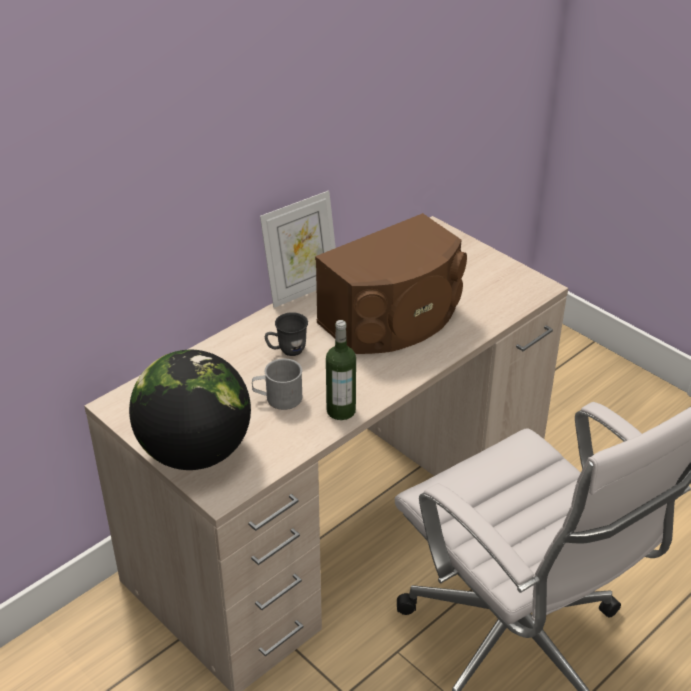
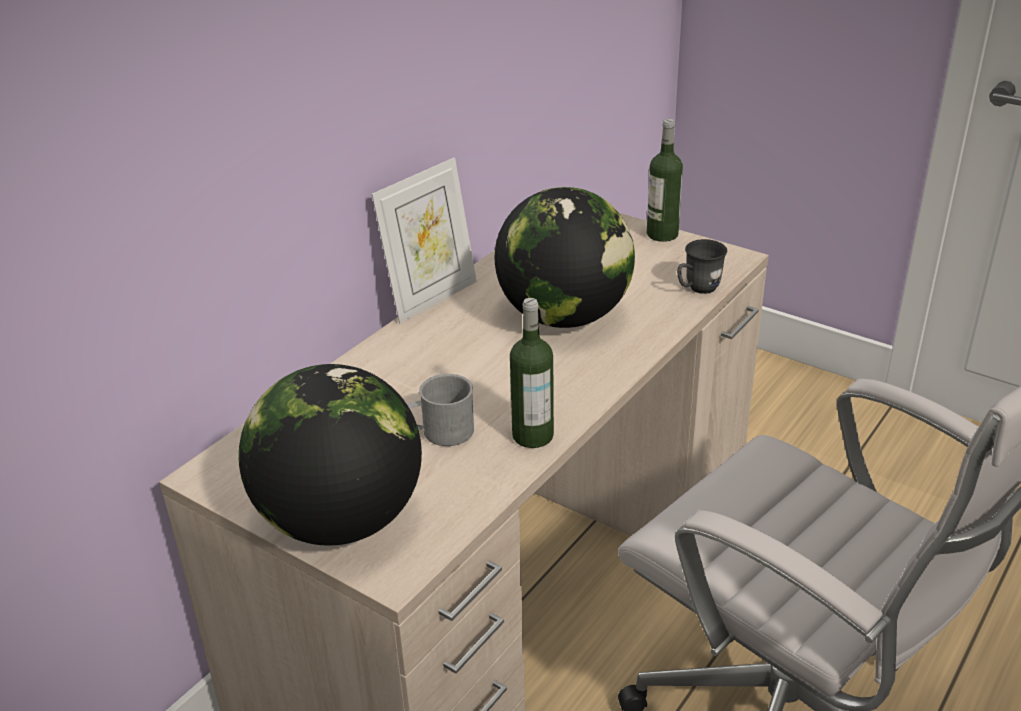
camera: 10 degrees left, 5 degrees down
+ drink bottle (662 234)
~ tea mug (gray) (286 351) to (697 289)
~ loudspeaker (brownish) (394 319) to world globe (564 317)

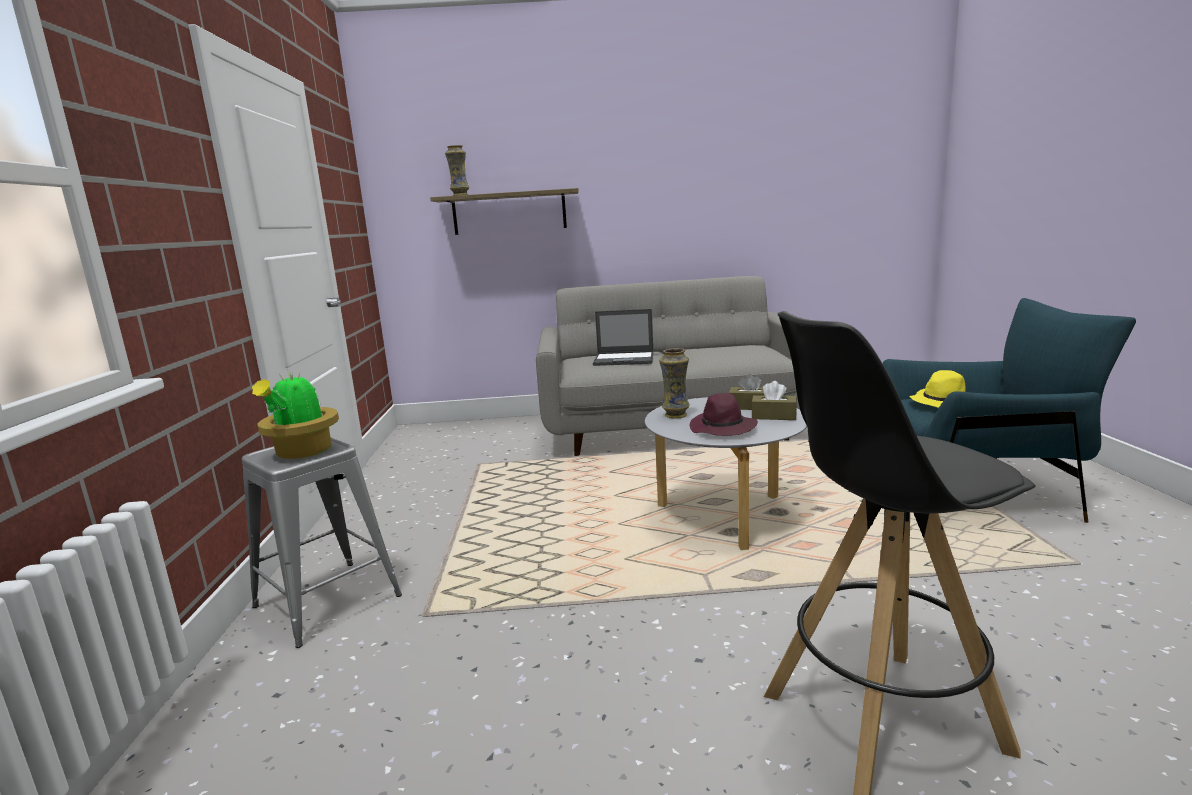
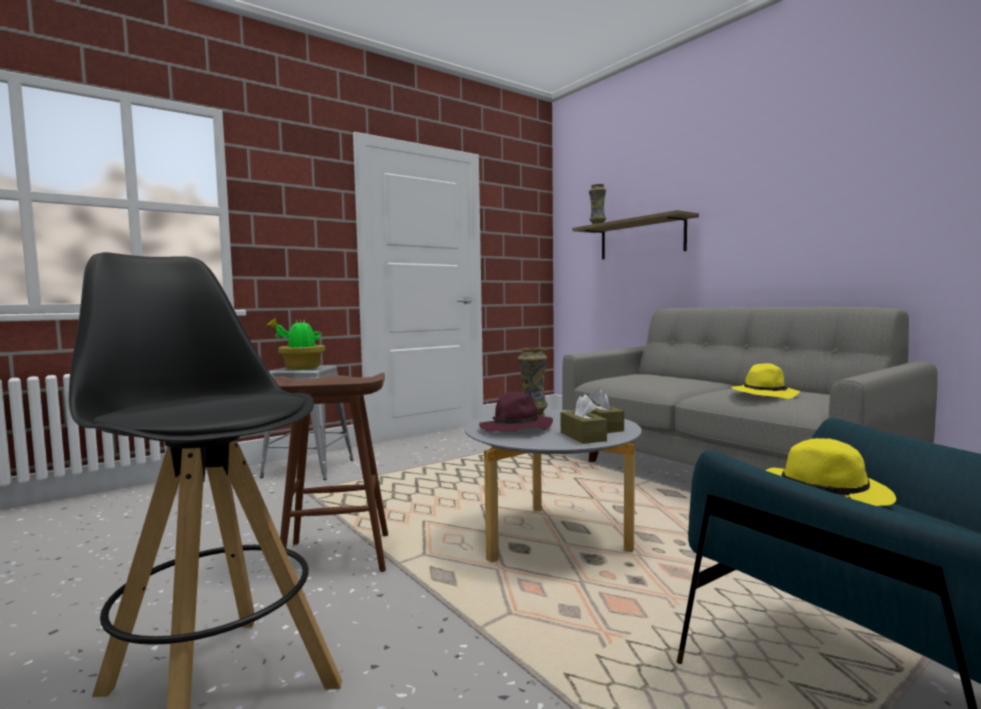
camera: 55 degrees right, 10 degrees down
- notebook computer (625 359)
+ stool seat (brownish) (335 557)
+ hat (yellow-coloured) (764 394)

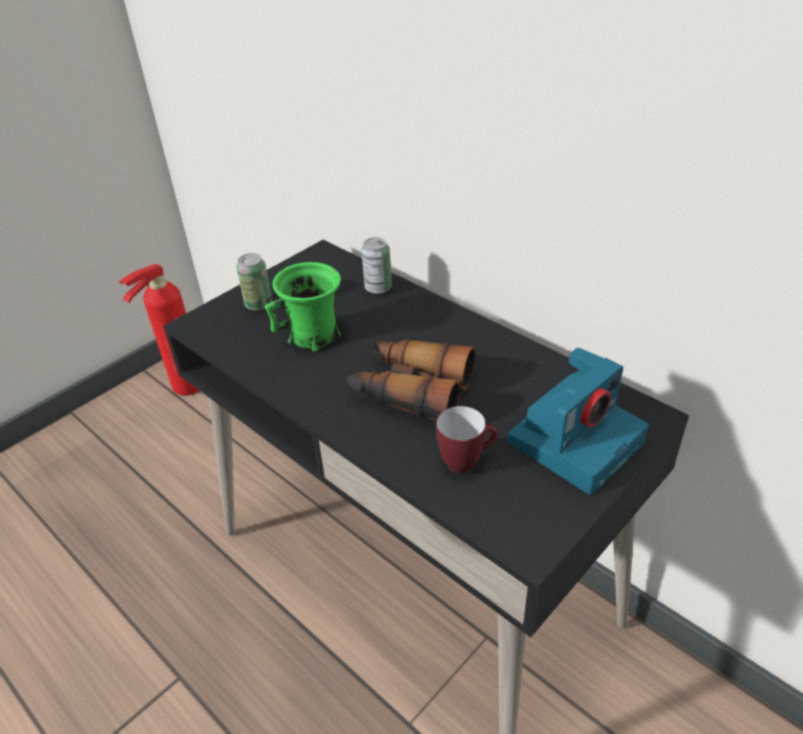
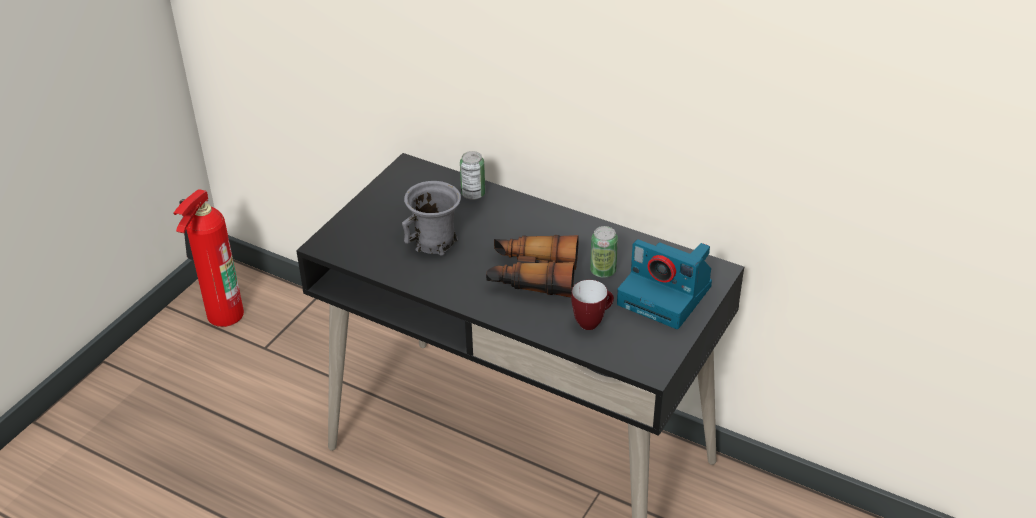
camera: 15 degrees left, 0 degrees up
~ can (259 304) to (603 271)
~ tea mug (green) (314 336) to tea mug (gray) (435 242)
~ photo camera (575 440) = (667 295) 90 degrees clockwise

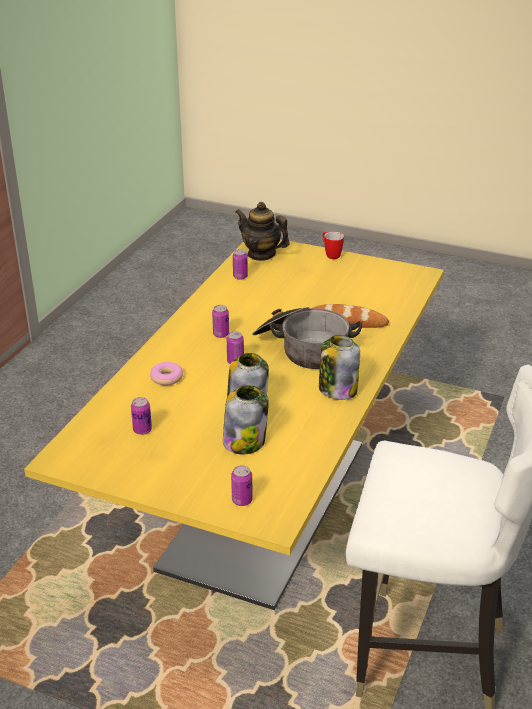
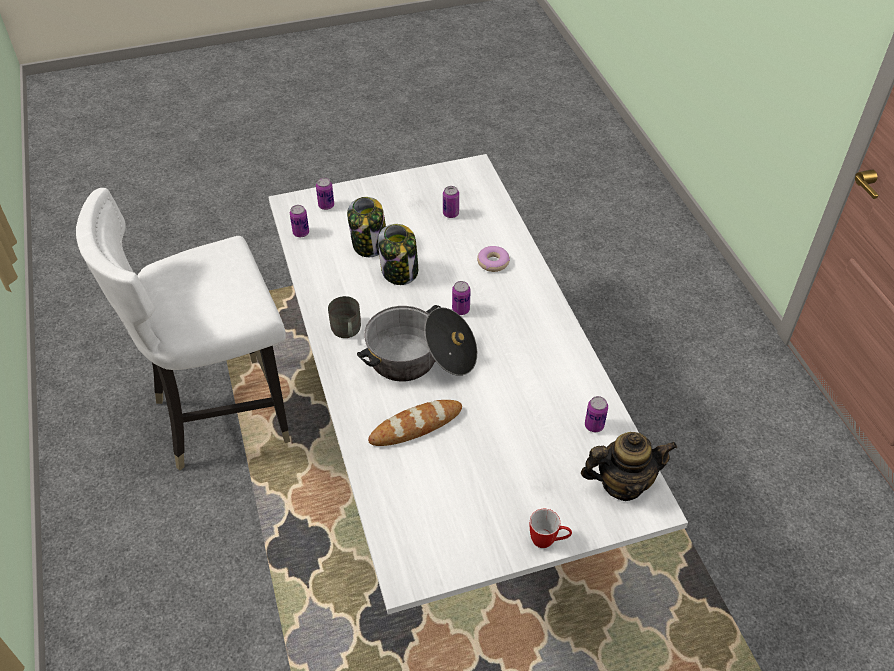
camera: 140 degrees right, 15 degrees up
~ can (221 334) to (301 233)
~ preserve jar (337 389) to tea mug (gray) (346 331)
~ dining table (yellow-coloured) (266 505) to dining table (whitish) (446 460)

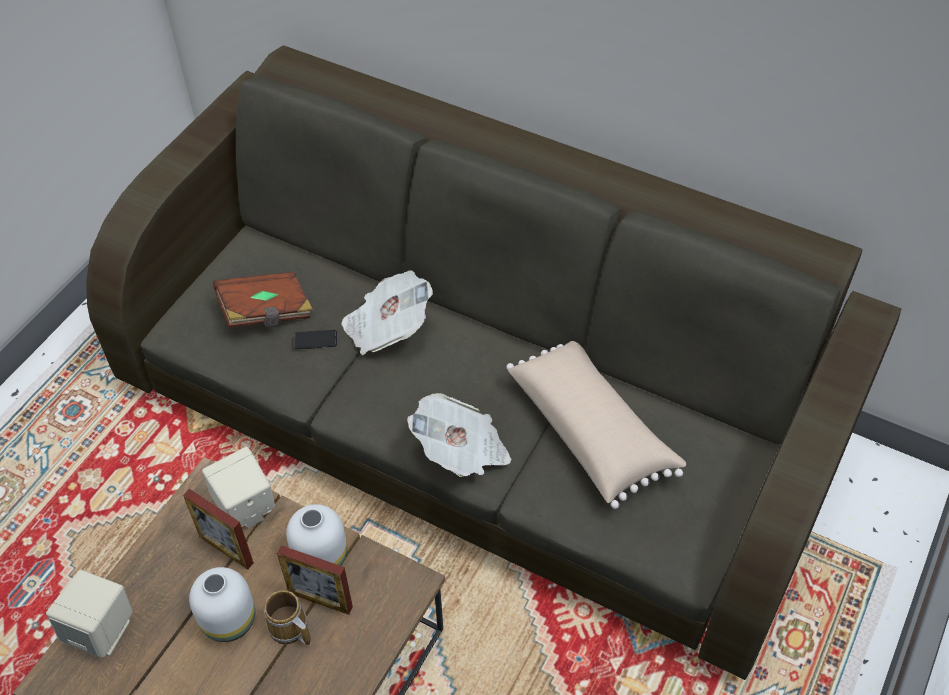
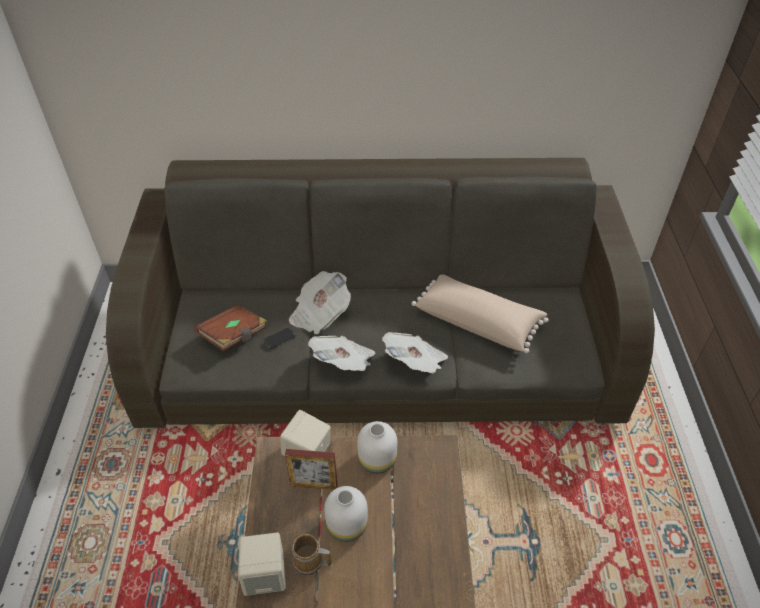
camera: 30 degrees left, 5 degrees down
- photo frame (320 600)
+ daily paper (344 363)
~ tea mug (289 629) to (310 562)

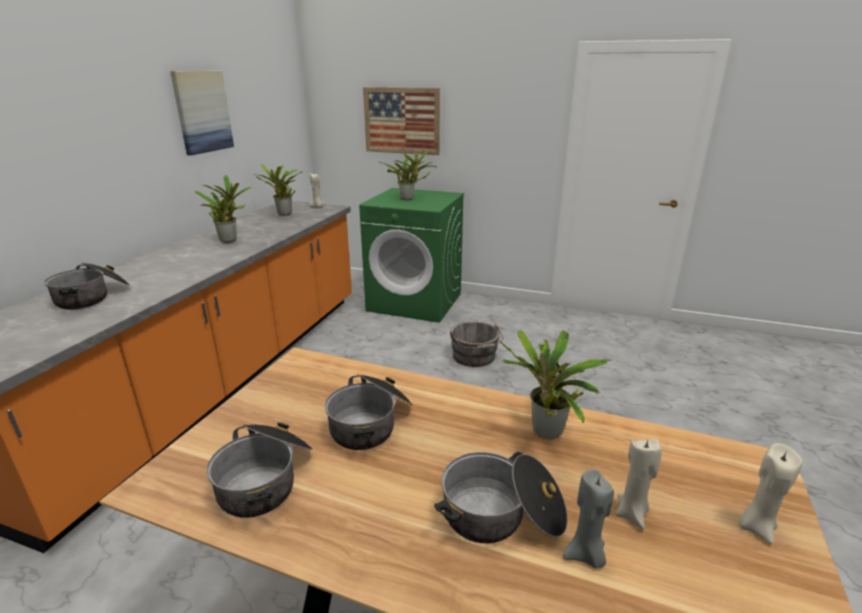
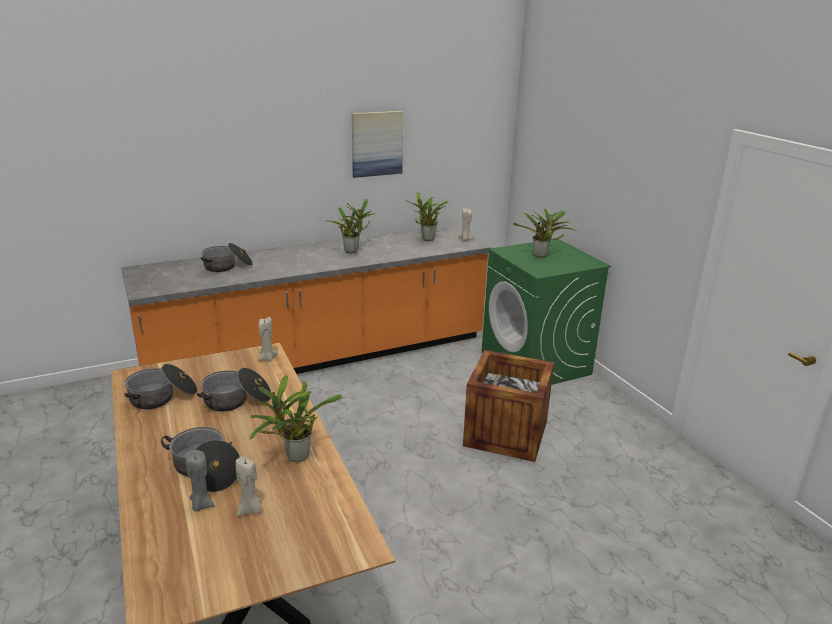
camera: 45 degrees right, 0 degrees up
- picture (402 120)
~ wax candle (sand-coloured) (755 527) to (267 358)
~ bucket (gray) (475 357) to packing crate (506 433)

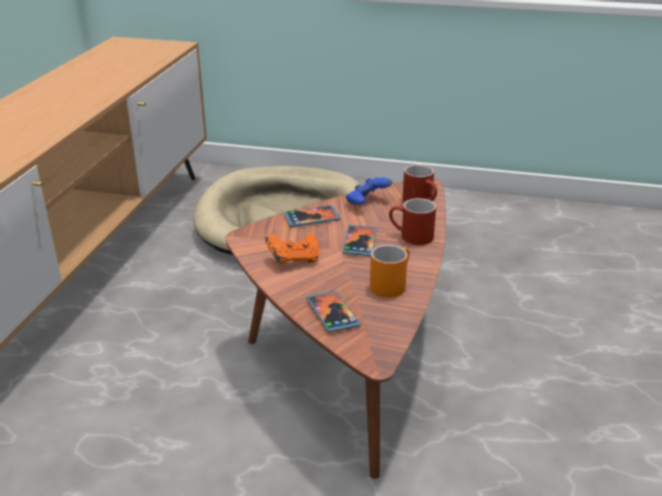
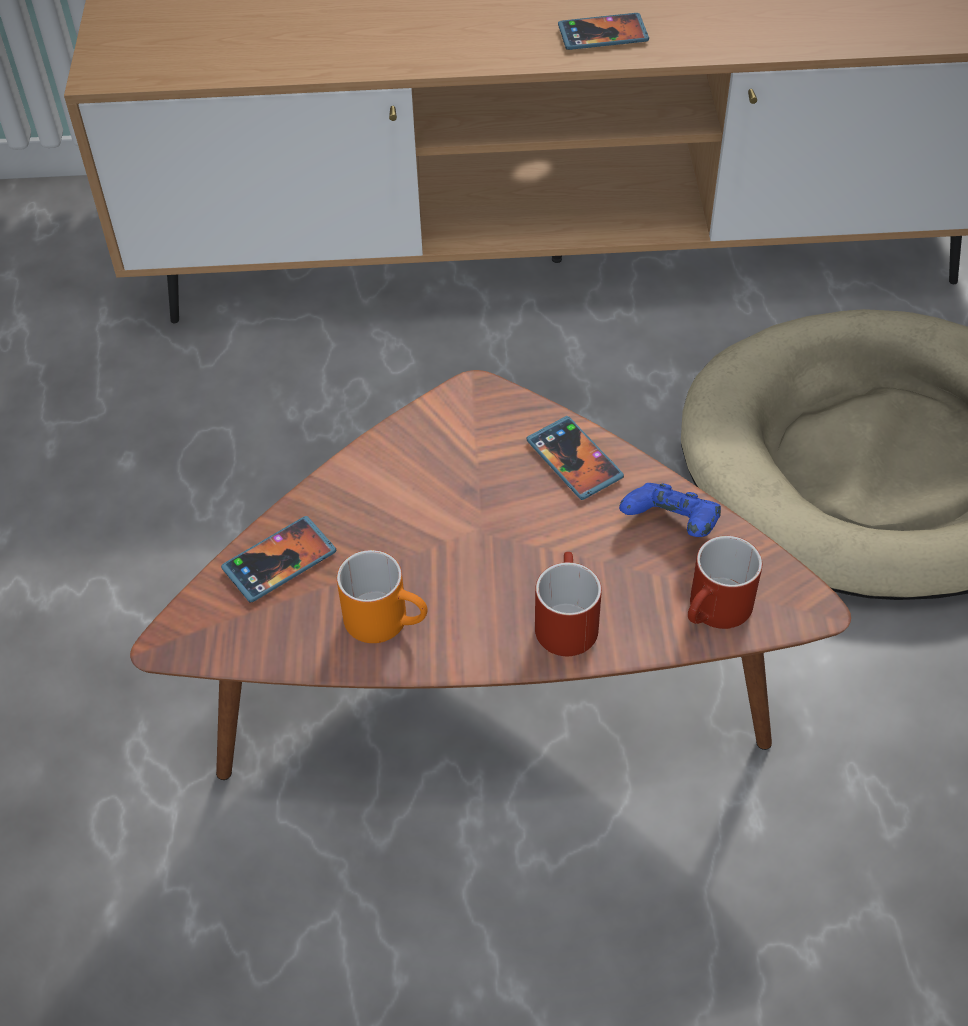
camera: 75 degrees right, 20 degrees up
- gamepad (orange-coloured) (294 260)
~ phone (360 242) to (603 35)

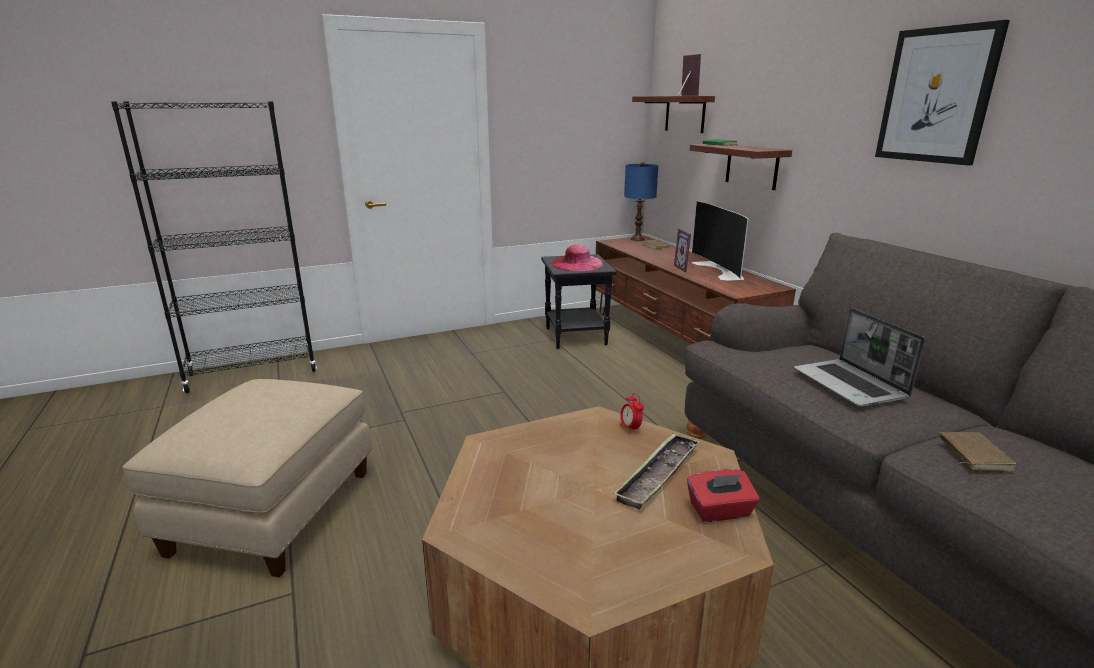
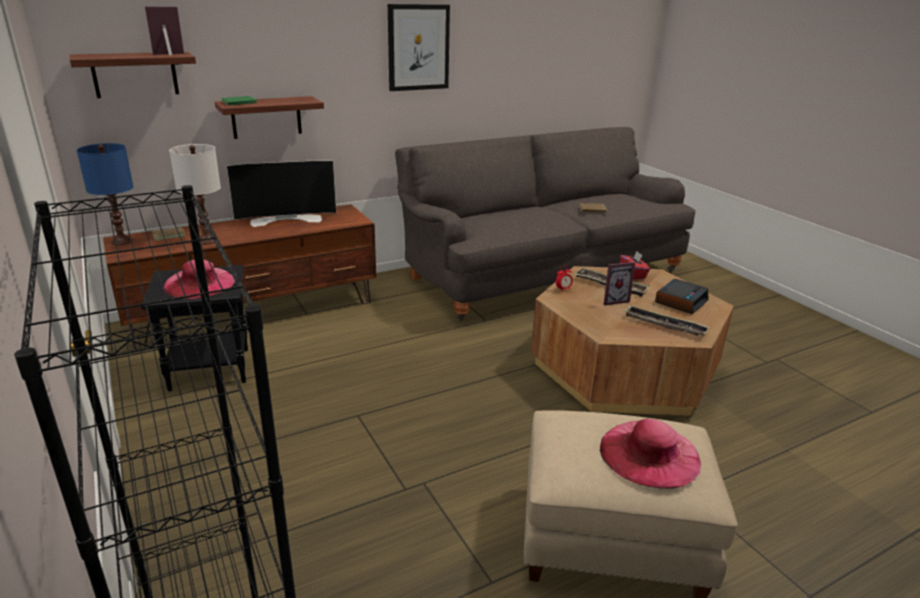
camera: 95 degrees left, 5 degrees up
- notebook computer (850 385)
+ lamp for a table (whitish) (206 241)
+ hat (pink) (649 453)
+ serving tray (664 325)
+ alarm clock (680 301)
~ photo frame (686 268) to (612 300)

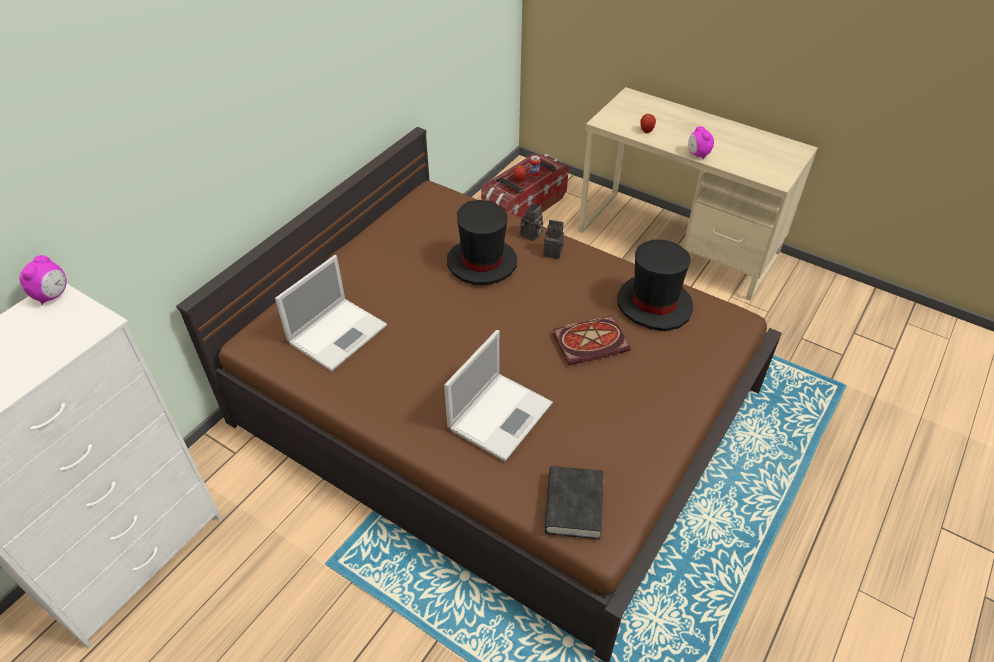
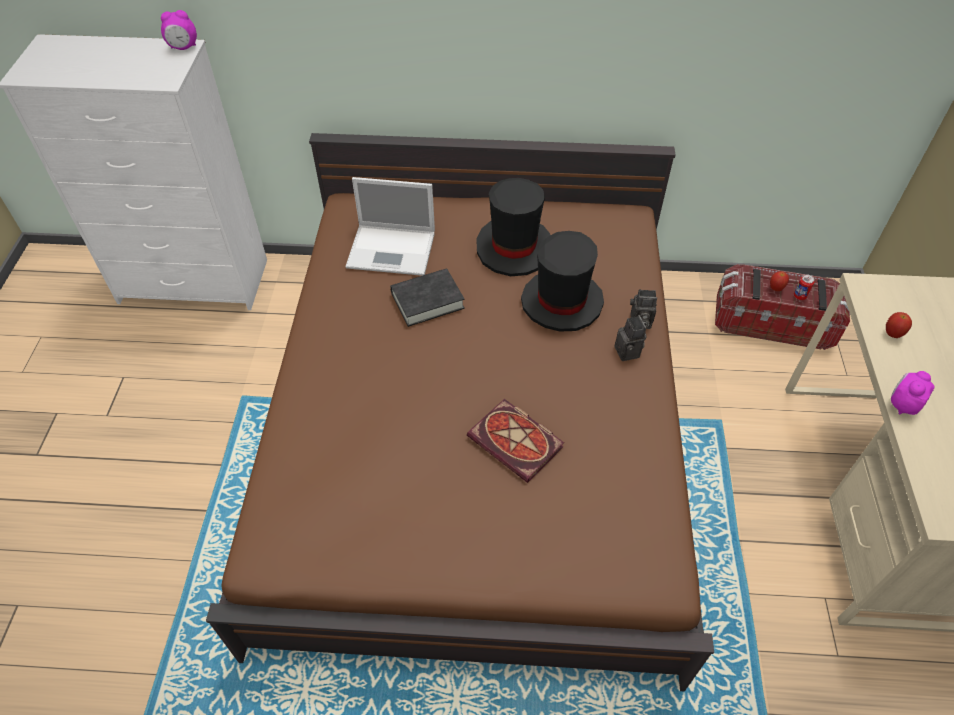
camera: 60 degrees right, 5 degrees up
- notebook computer (501 414)
~ volume (blackish) (573 506) to (427 301)
~ hat (blackish) (654 304) to (514 248)

